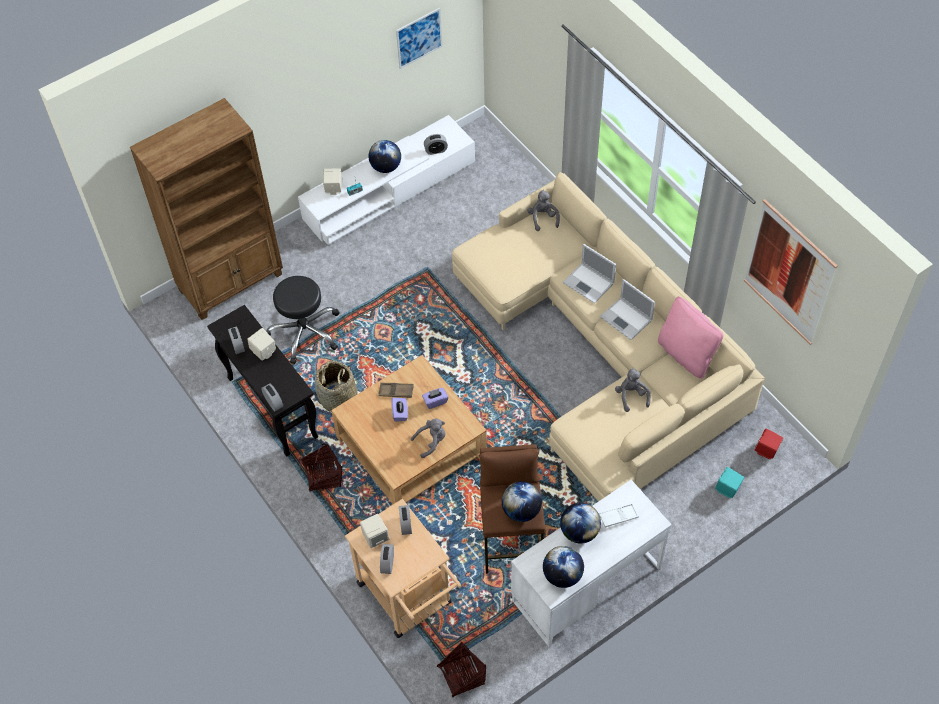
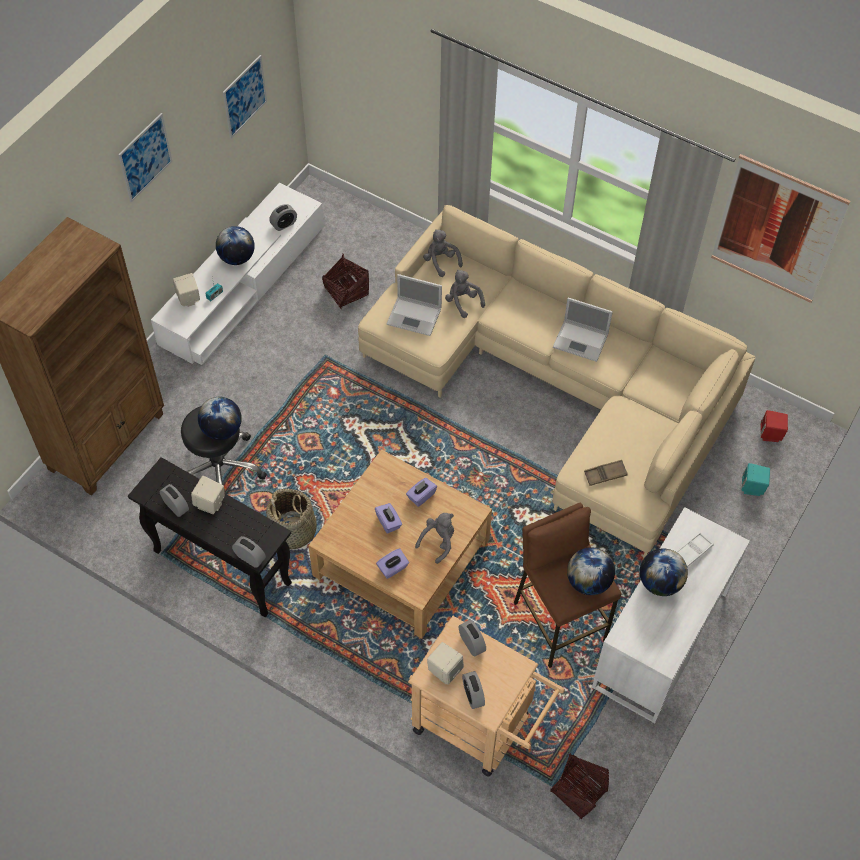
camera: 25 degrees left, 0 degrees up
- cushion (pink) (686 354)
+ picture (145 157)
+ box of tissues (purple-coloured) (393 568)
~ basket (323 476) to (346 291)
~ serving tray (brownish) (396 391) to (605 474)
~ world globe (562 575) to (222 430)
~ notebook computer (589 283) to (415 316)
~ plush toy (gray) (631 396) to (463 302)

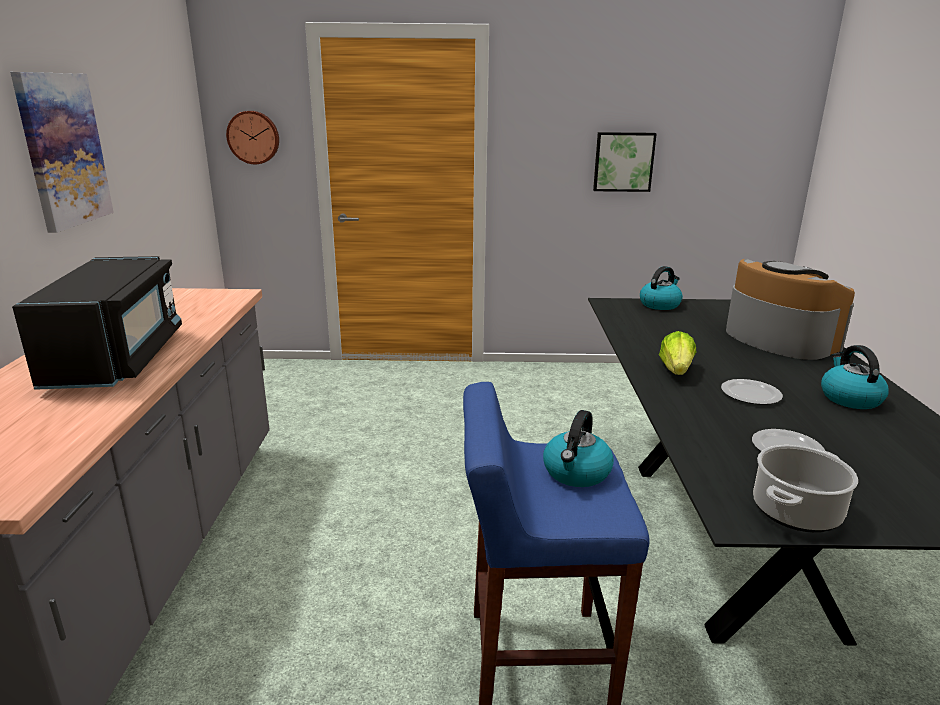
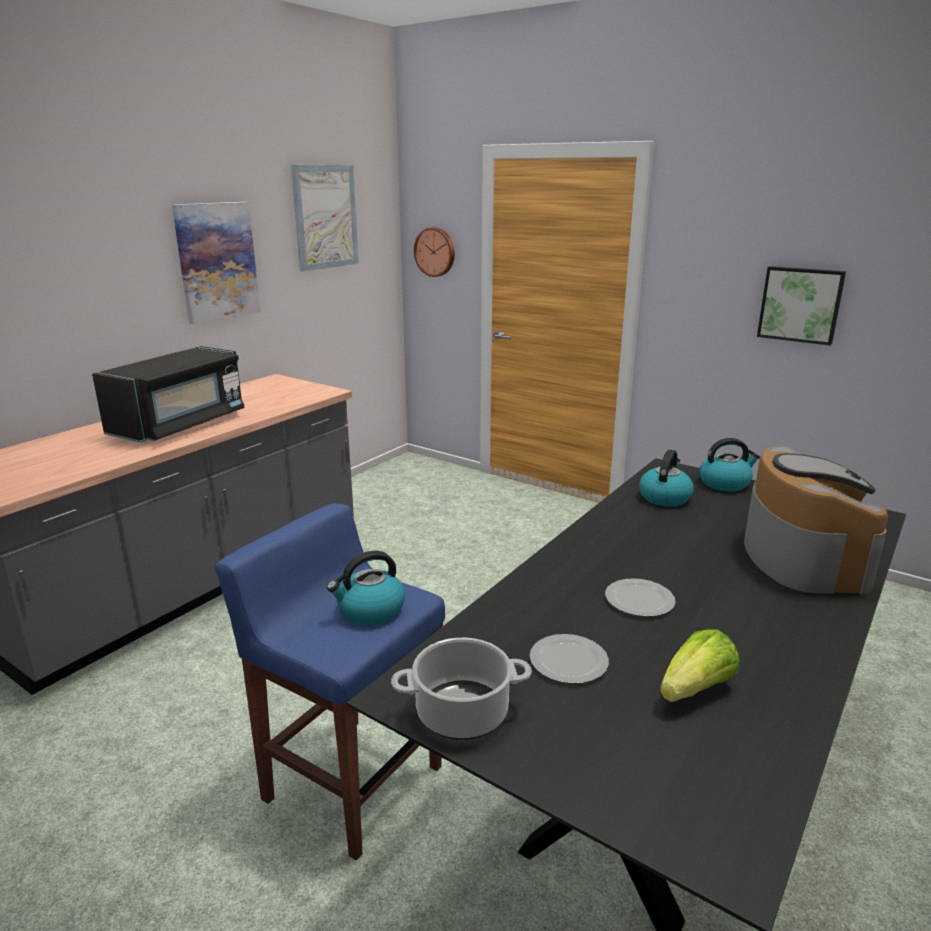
camera: 35 degrees right, 0 degrees up
+ picture (325 217)
~ lettuce (676 370) to (696 689)
~ tea kettle (849 398) to (664 497)

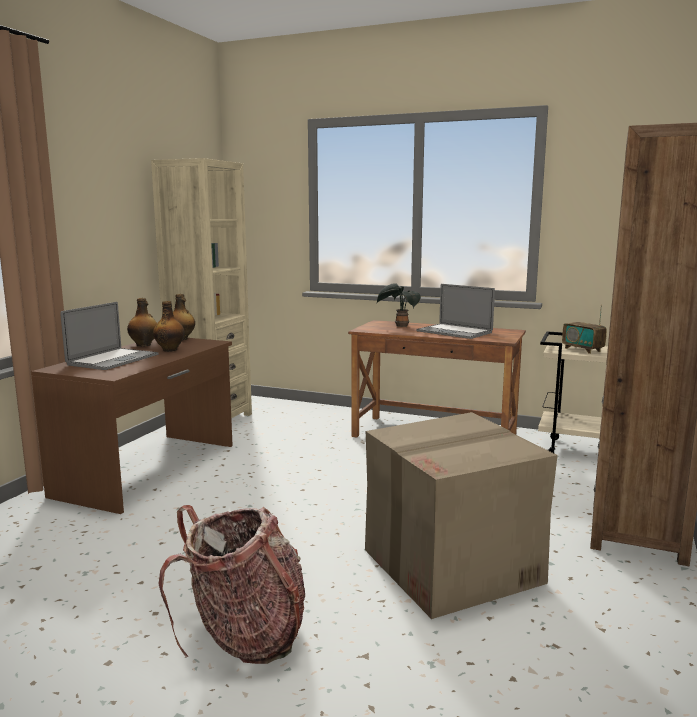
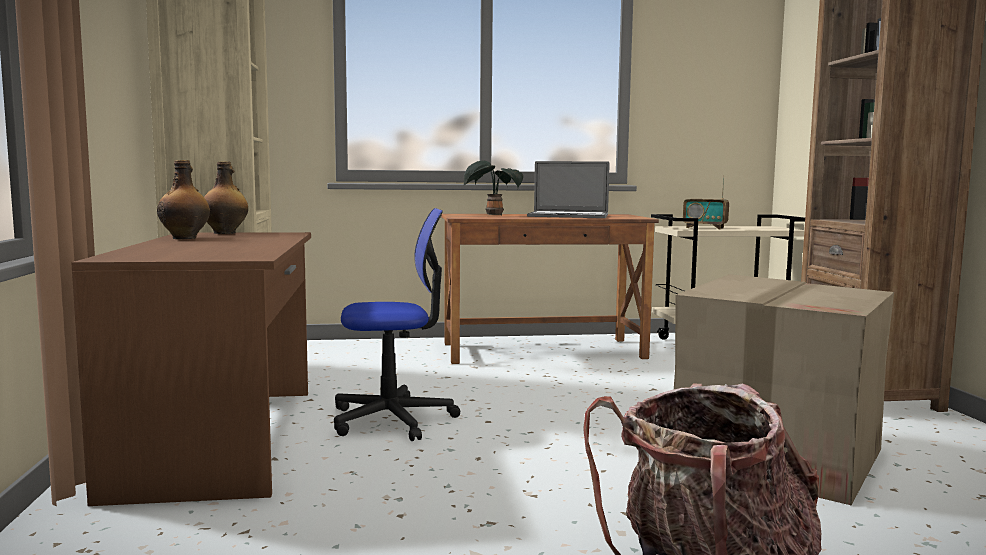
camera: 30 degrees left, 5 degrees down
- notebook computer (113 359)
- drink bottle (170 350)
+ computer chair (393 419)

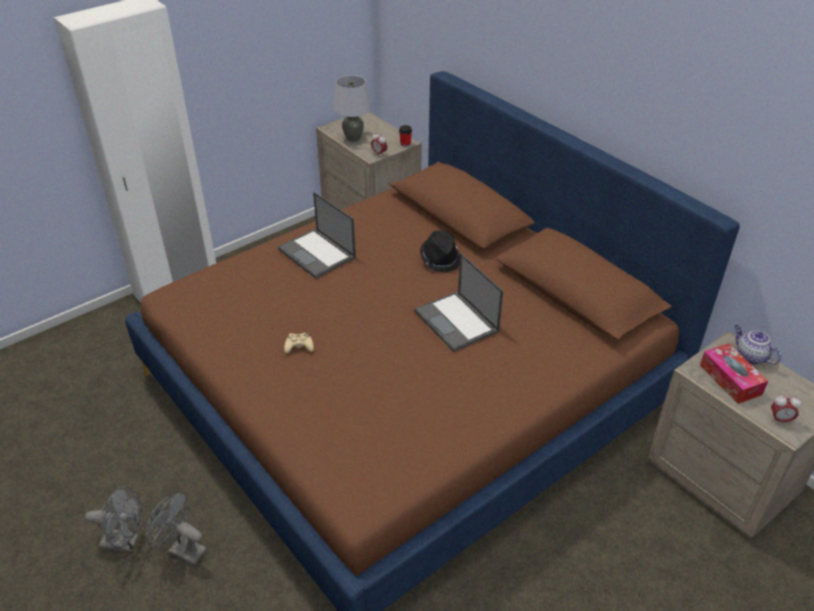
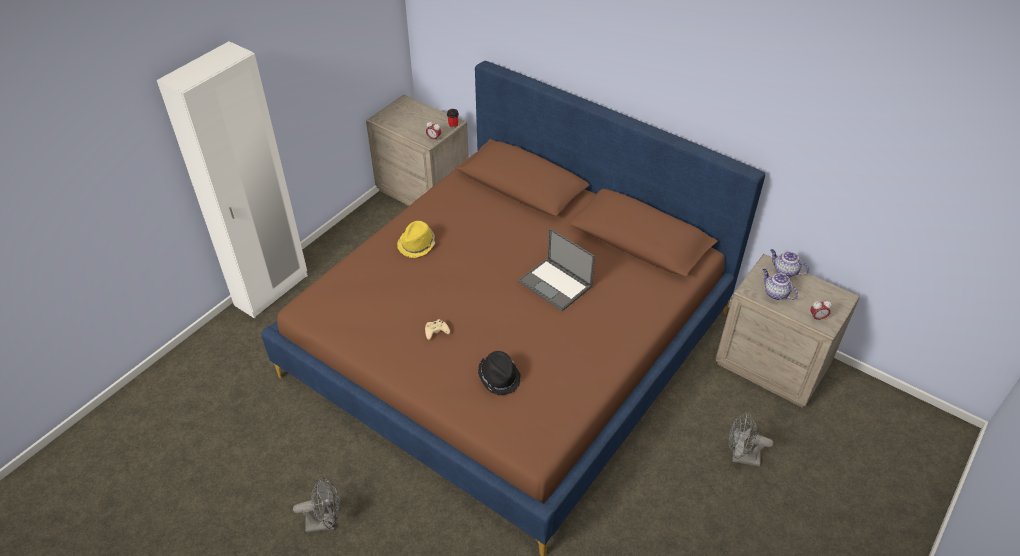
camera: 15 degrees left, 5 degrees up
- lamp for a table (gray) (353 138)
~ fan (gray) (182 549) to (740 457)
~ hat (blackish) (440 259) to (499 377)
~ notebook computer (317 253) to hat (yellow-coloured) (417 244)
~ box of tissues (730 379) to tea pot (775 293)

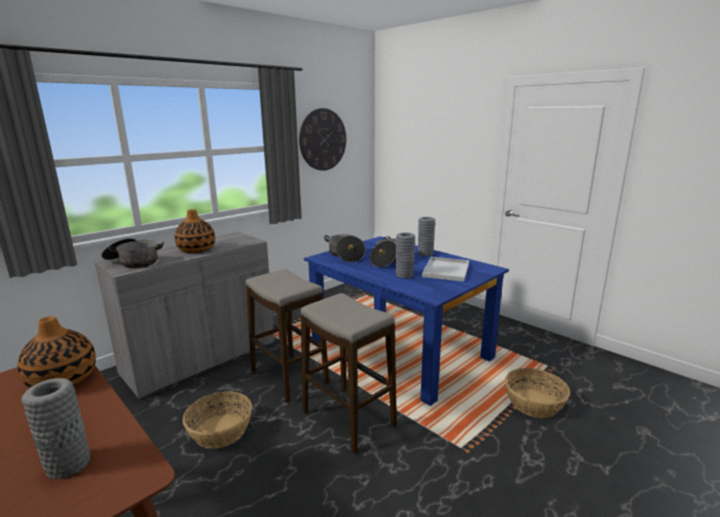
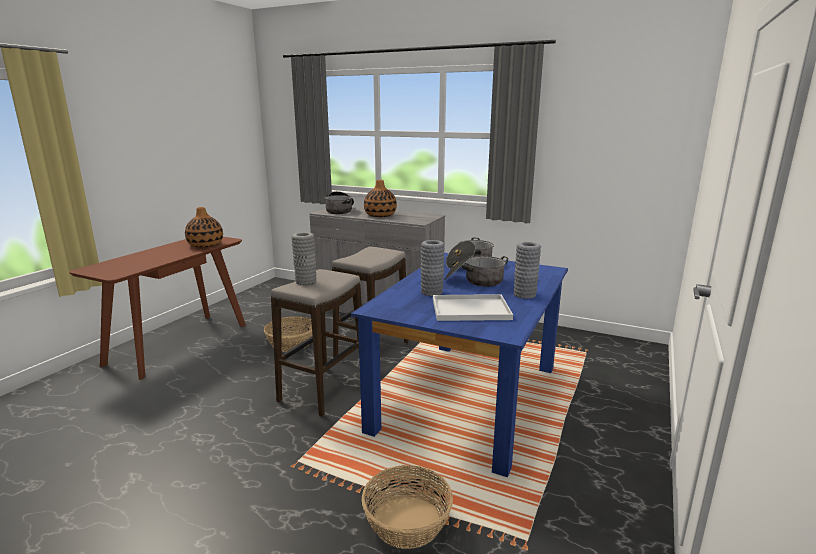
camera: 70 degrees right, 0 degrees up
- wall clock (323 139)
~ decorative vase (gray) (68 464) to (306 281)

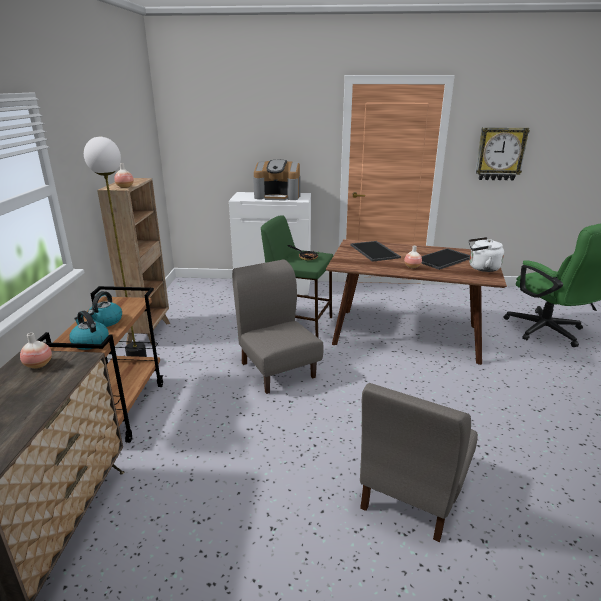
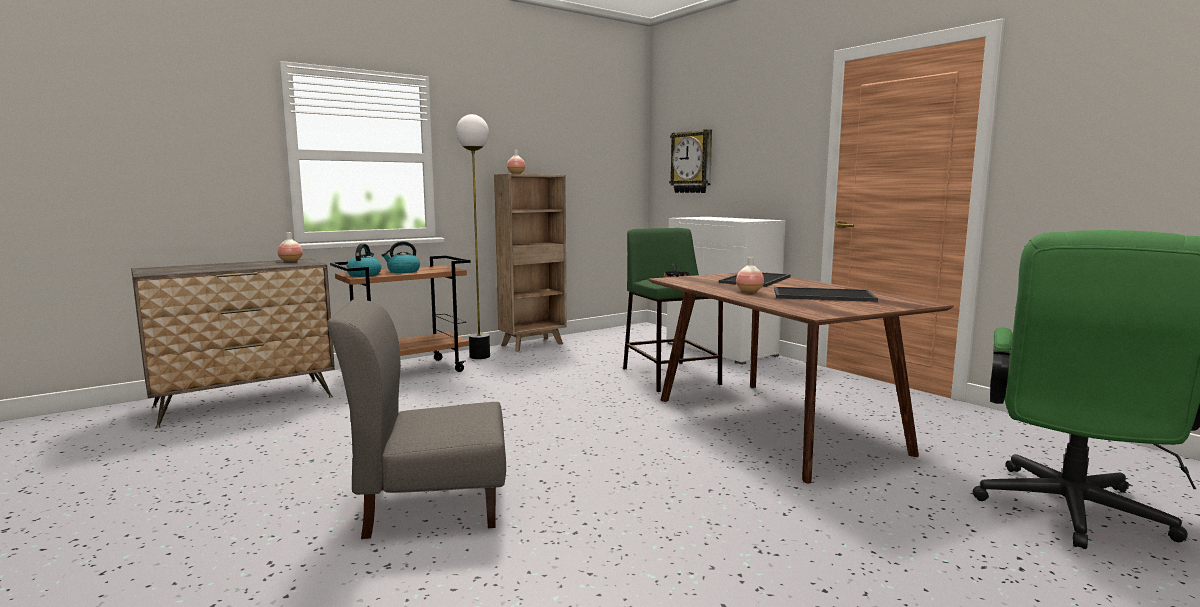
camera: 50 degrees right, 15 degrees down
- chair (gray) (278 369)
- coffee brewer (278 196)
- tea kettle (whitish) (481 268)
~ wall clock (500 154) to (692 162)

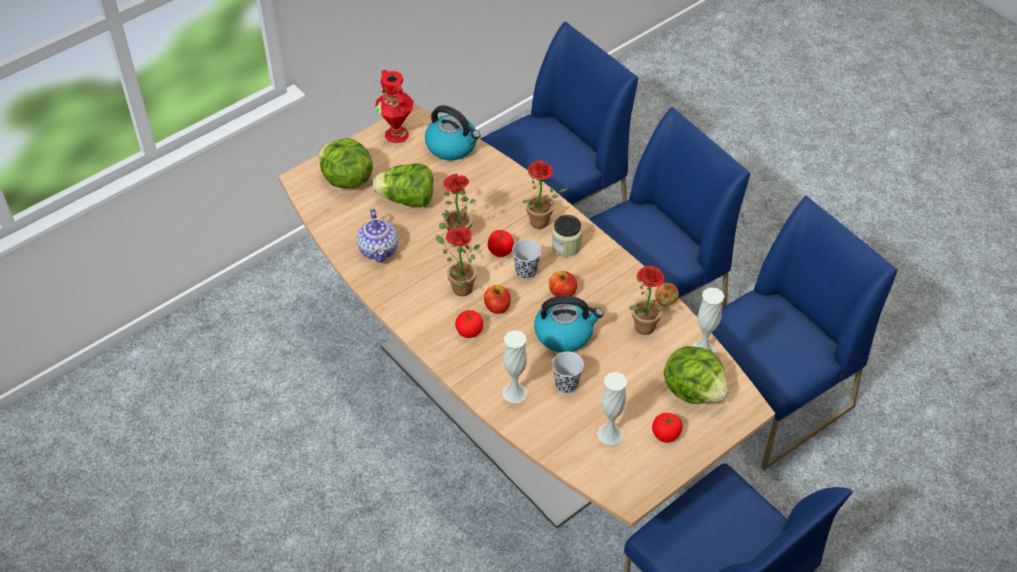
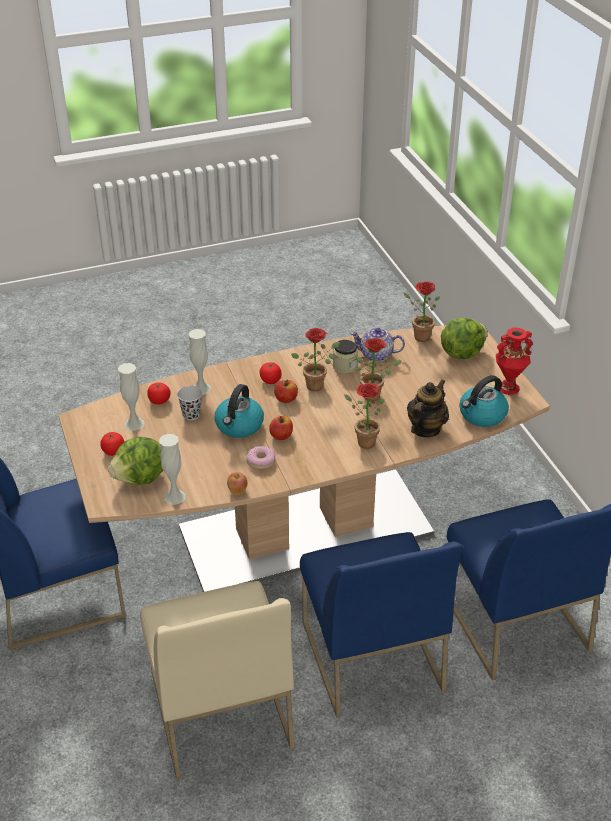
camera: 110 degrees right, 10 degrees down
- lettuce (407 200)
- cup (blackish) (526 271)
+ doughnut (261 461)
+ tea pot (425 429)
~ whole tomato (500 250) to (159 400)
~ preserve jar (566 246) to (345 367)
~ houseplant (645 330) to (418 336)
~ chair (blue-coloured) (768 401) to chair (sand-coloured) (219 709)

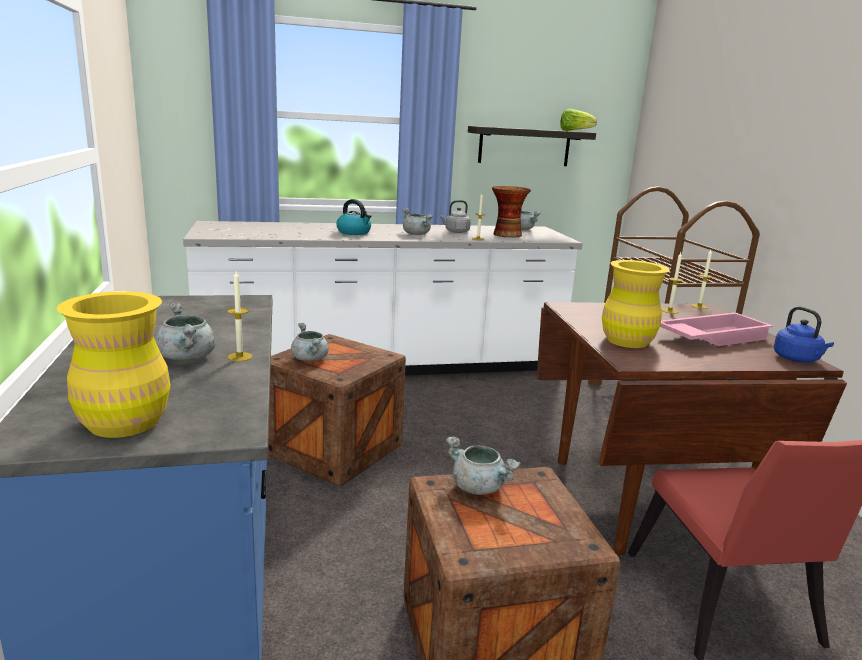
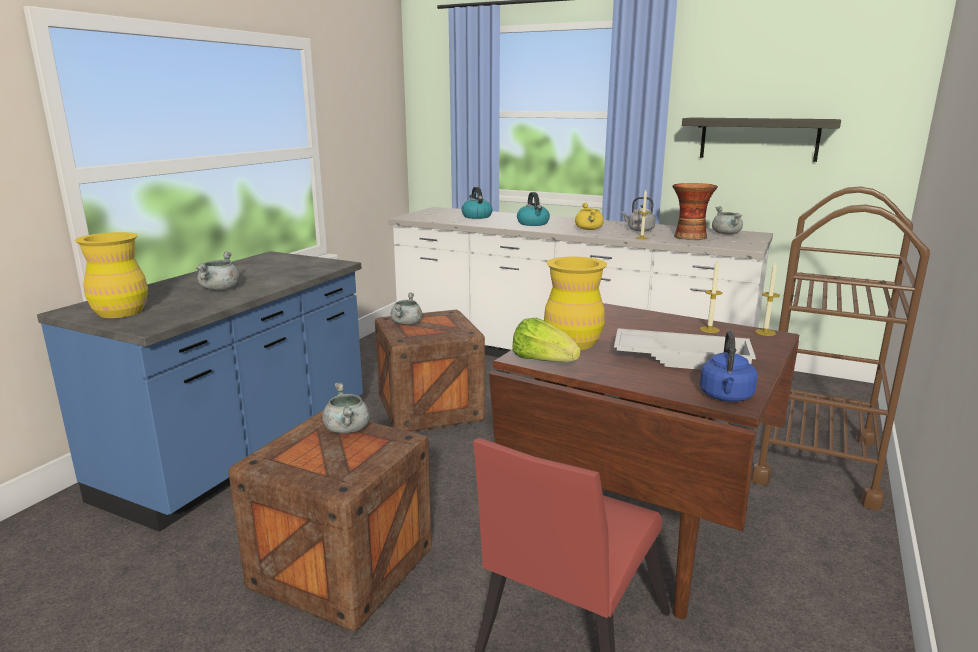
camera: 40 degrees right, 0 degrees up
- wax candle (240 357)
+ tea kettle (476 216)
~ lettuce (574 131) to (543 361)
~ saucepot (gray) (417 234) to saucepot (yellow-coloured) (589 229)
~ serving tray (pink) (711 337) to serving tray (whitish) (682 358)

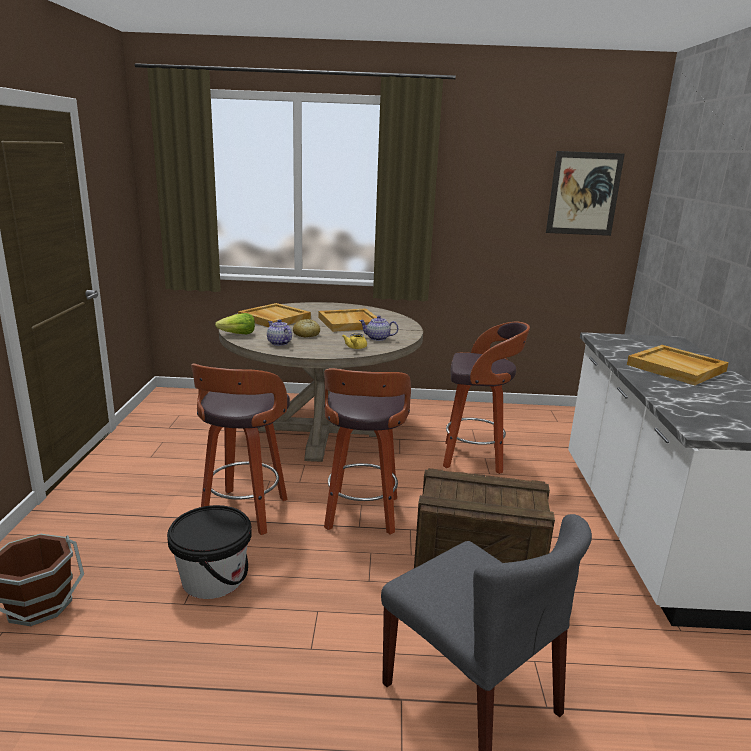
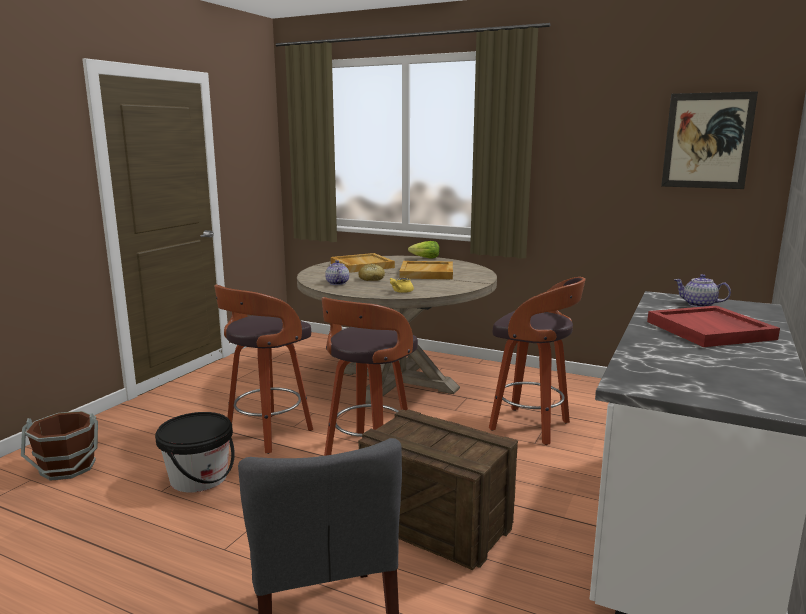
camera: 25 degrees right, 5 degrees down
~ lettuce (237 334) to (425 258)
~ tea pot (377 338) to (698 304)
~ serving tray (sand-coloured) (677 368) to serving tray (red) (711 330)

